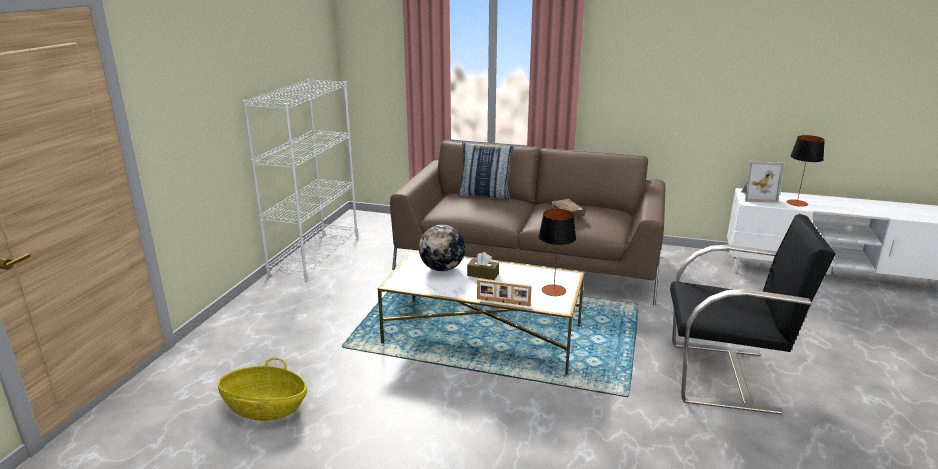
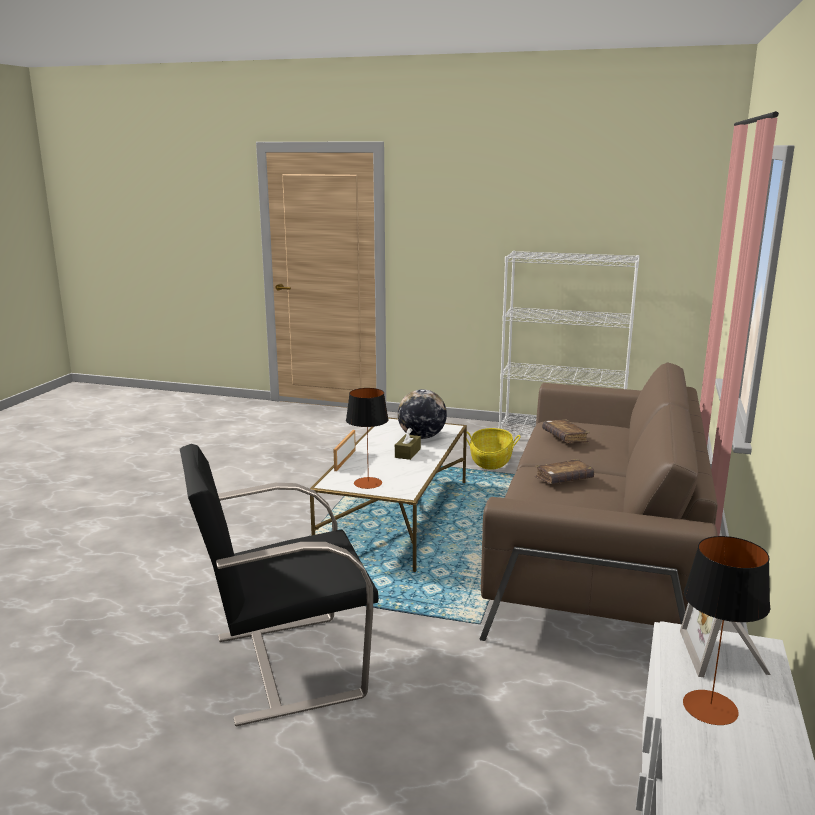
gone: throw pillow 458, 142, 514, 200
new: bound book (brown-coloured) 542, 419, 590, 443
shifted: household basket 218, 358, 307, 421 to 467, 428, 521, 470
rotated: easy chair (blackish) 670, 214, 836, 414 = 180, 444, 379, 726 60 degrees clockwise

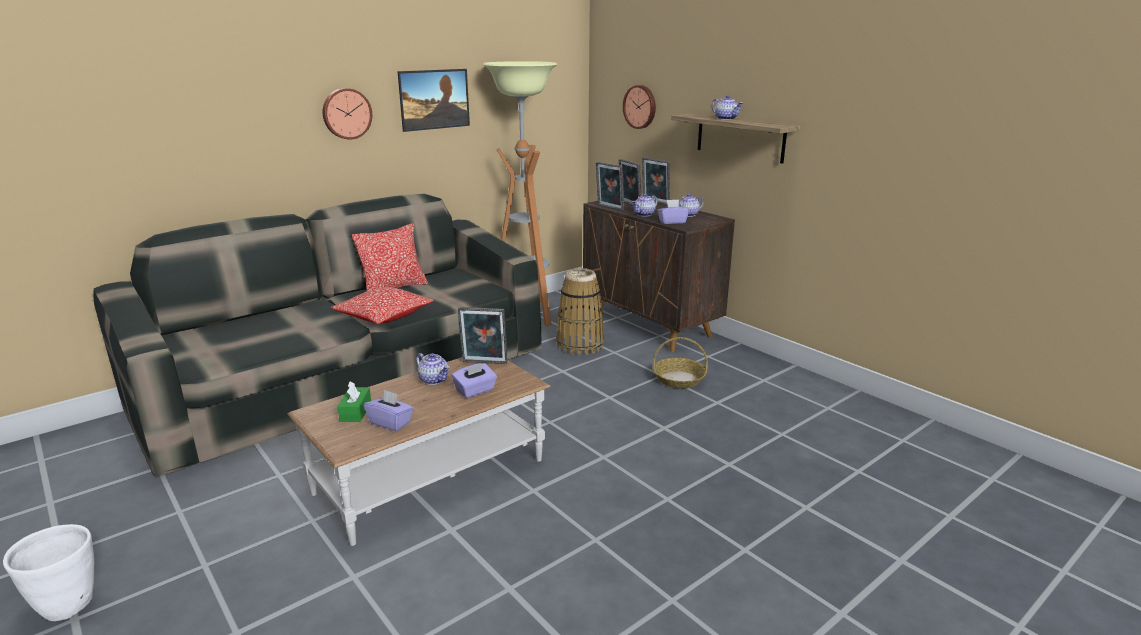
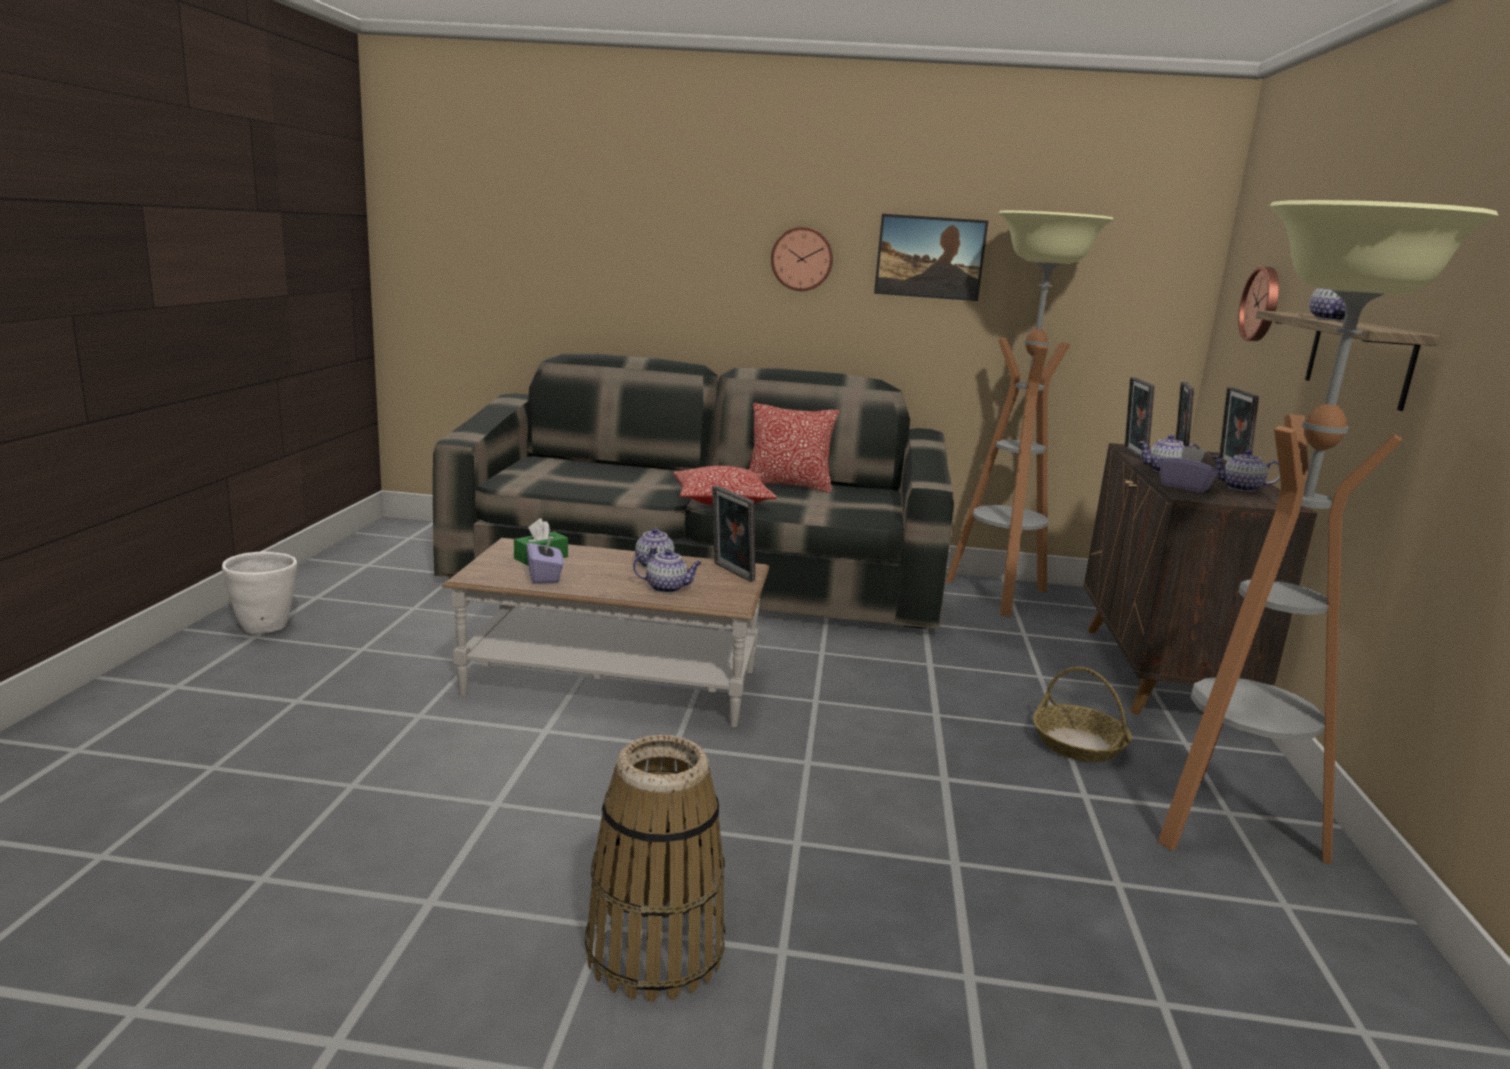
new: standard lamp 1158, 200, 1499, 864
shifted: household basket 556, 268, 604, 355 to 585, 735, 725, 1002
swapped: tissue box (purple) 452, 363, 497, 398 to pot for tea 633, 549, 702, 593

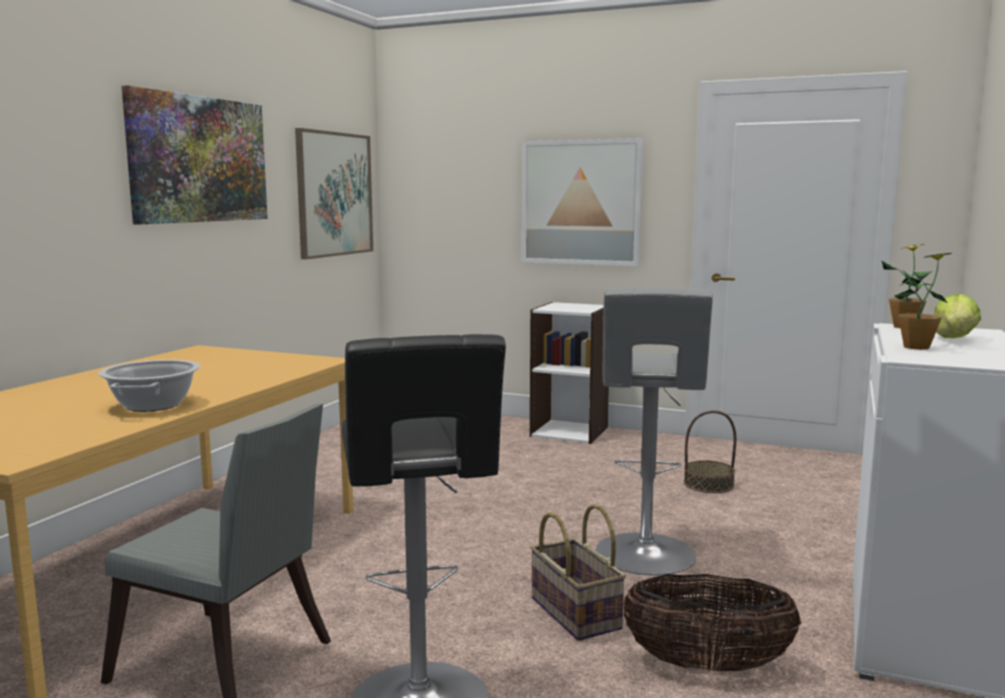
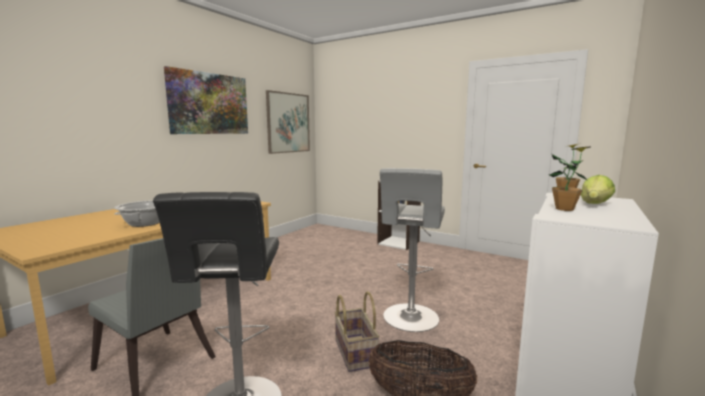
gone: wall art 521, 138, 643, 266; household basket 684, 410, 736, 493

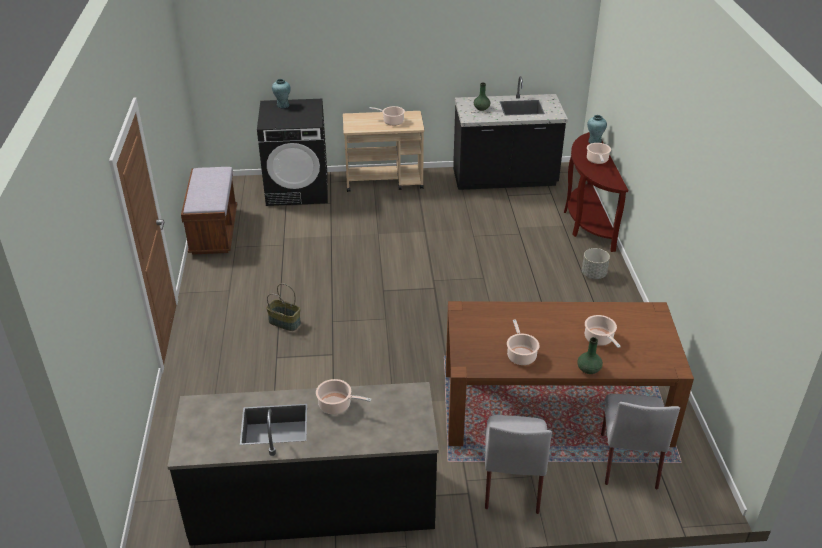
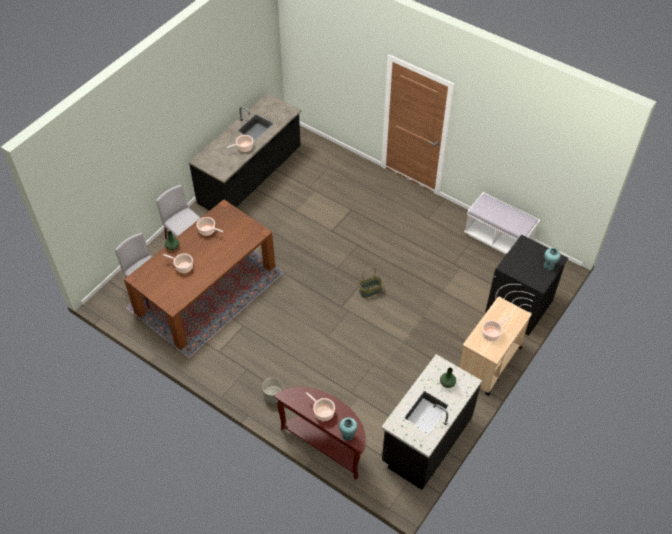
shifted: household basket 266, 283, 301, 331 to 359, 268, 383, 298
repainted: long seat (brown-coloured) 181, 167, 237, 255 to long seat (white-coloured) 464, 192, 540, 254

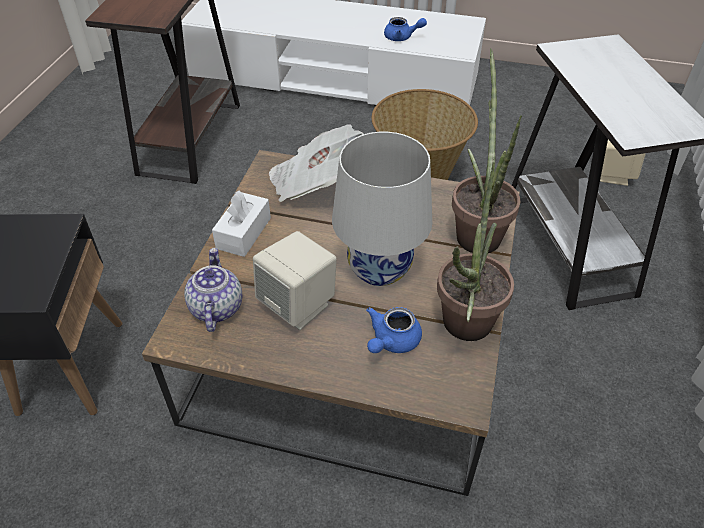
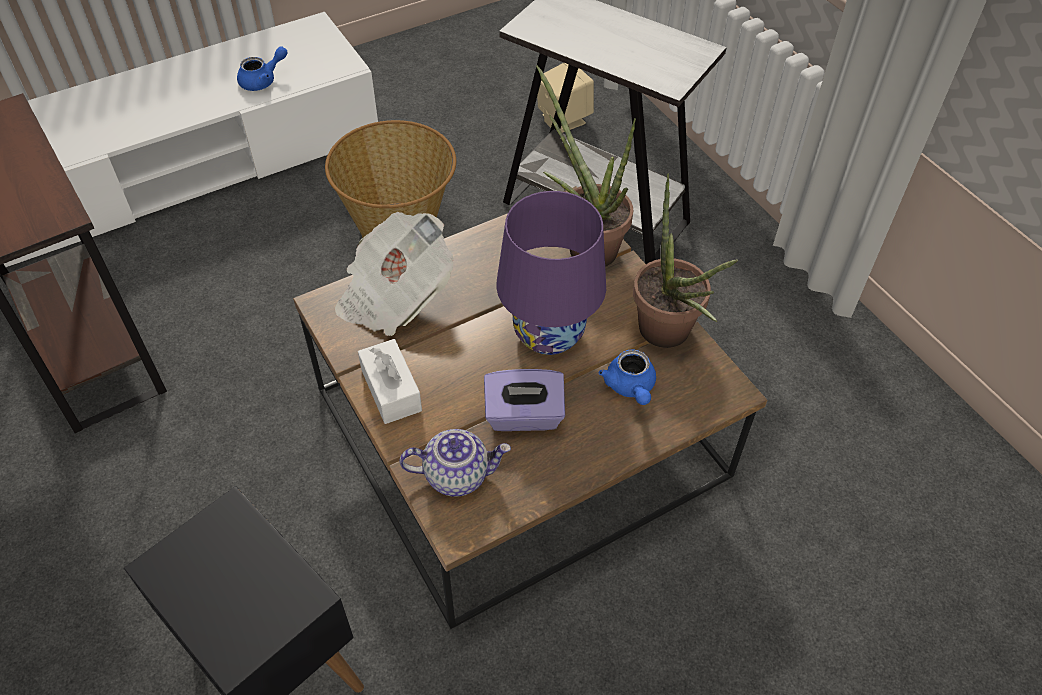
swapped: loudspeaker (sand-coloured) 253, 231, 337, 330 to tissue box (purple) 484, 369, 565, 431
repainted: tabletop lamp (white-coloured) 332, 132, 432, 286 to tabletop lamp (purple) 496, 191, 606, 355
rotated: pot for tea 184, 248, 242, 332 = 399, 429, 511, 497 135 degrees clockwise

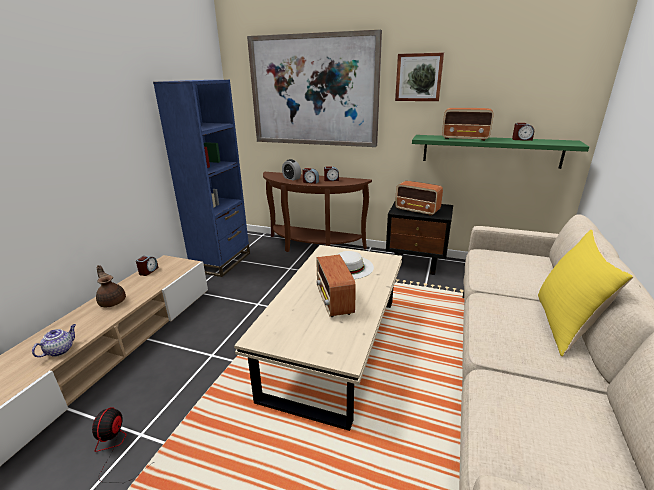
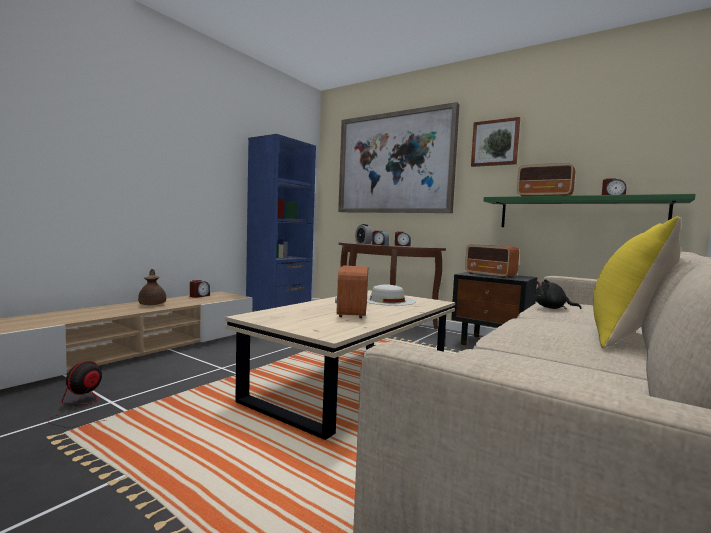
gone: pot for tea 32, 324, 76, 357
new: cuddly toy (blackish) 534, 279, 582, 309

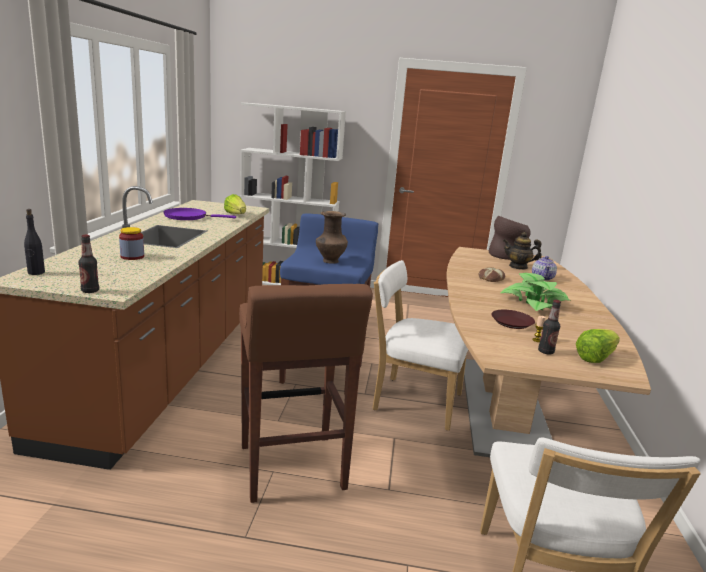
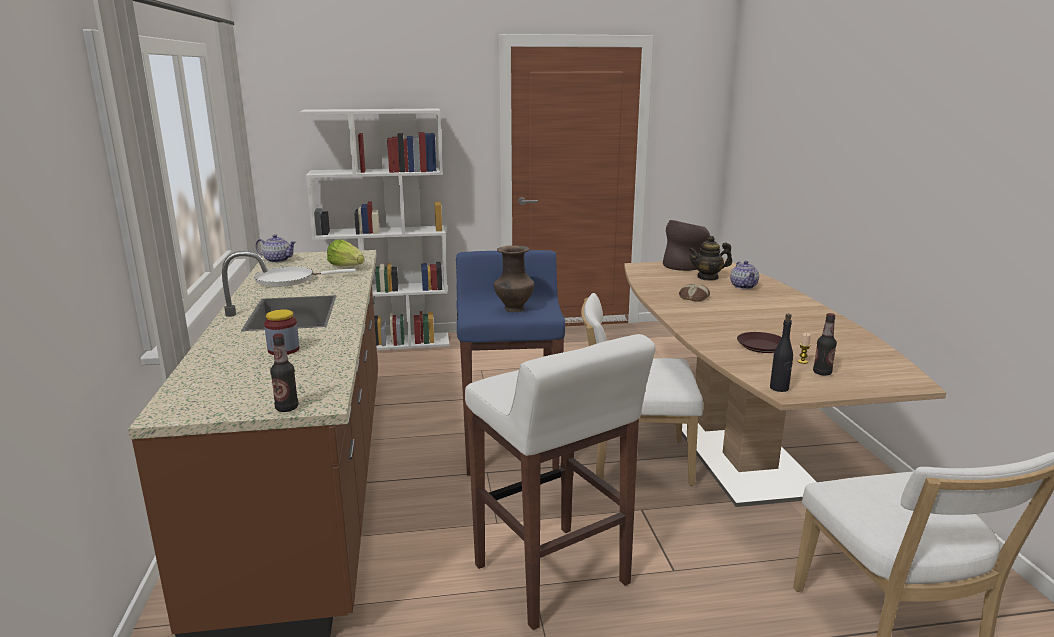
gone: houseplant 500, 273, 572, 311; head of lettuce 576, 329, 620, 363
new: pot for tea 256, 234, 296, 263
shifted: beverage bottle (blackish) 24, 209, 45, 275 to 770, 314, 793, 392
repainted: frying pan (purple) 163, 208, 236, 220 to frying pan (white-coloured) 254, 267, 356, 287; stool (brown-coloured) 239, 284, 373, 503 to stool (white-coloured) 465, 334, 656, 630

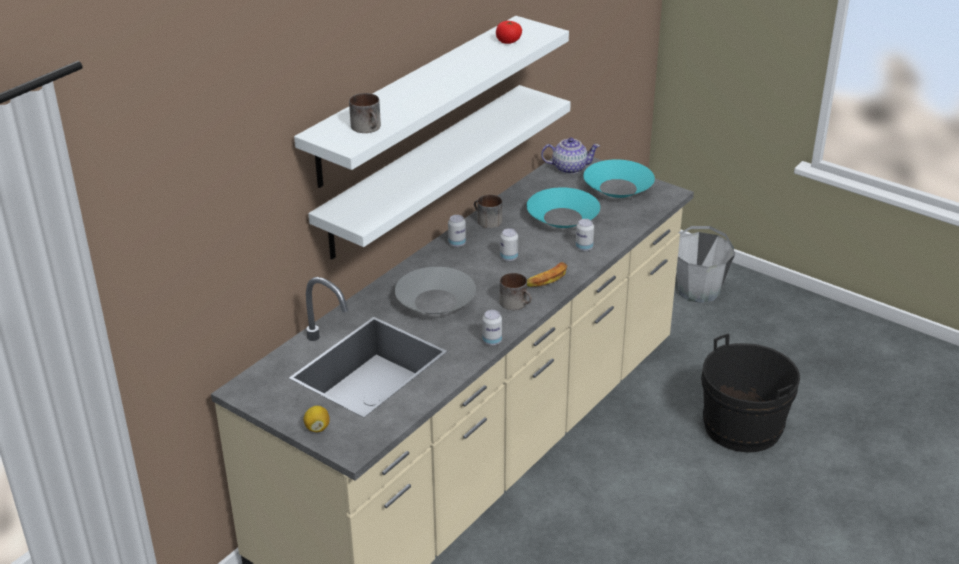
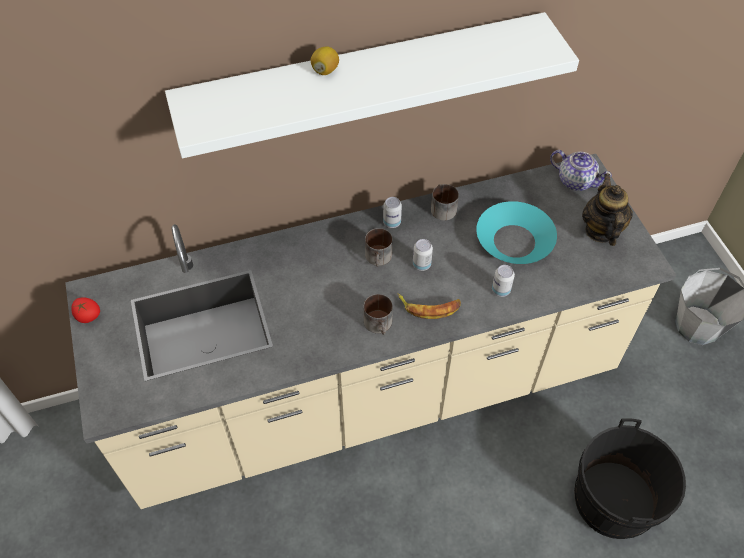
gone: wall shelf (white-coloured) 308, 85, 571, 259; bowl (greyish) 395, 267, 476, 314; can 482, 310, 502, 346
shifted: whole tomato 496, 21, 522, 44 to 71, 297, 100, 323; lemon 303, 406, 330, 432 to 311, 47, 339, 75; coffee mug 349, 93, 381, 133 to 365, 228, 393, 267
swapped: bowl (blue-green) 583, 159, 655, 198 to pot for tea 582, 174, 633, 246

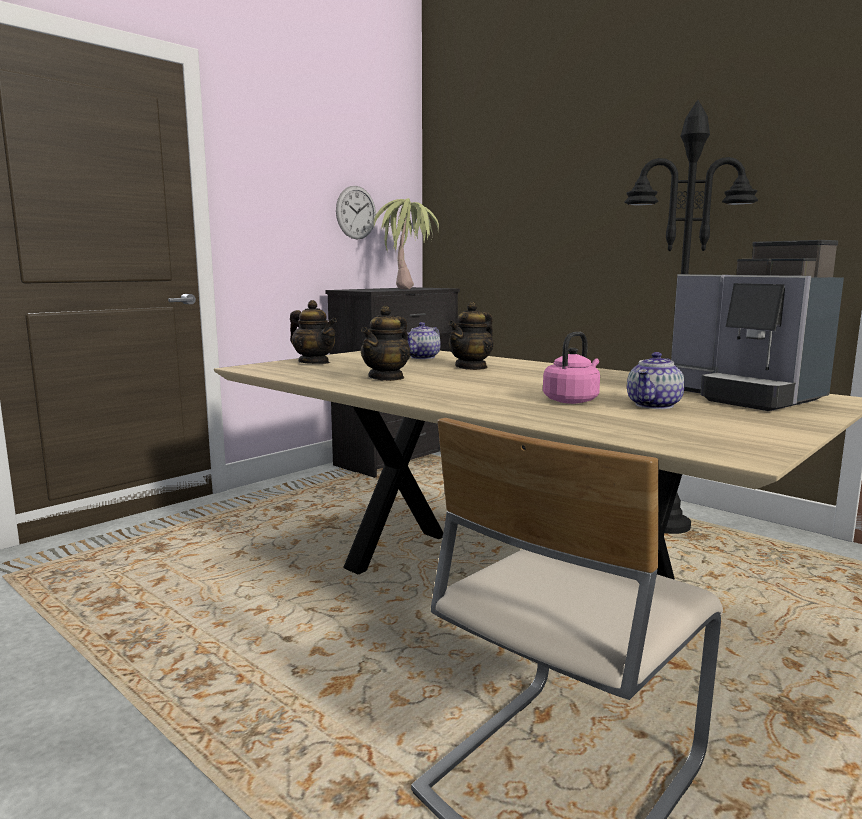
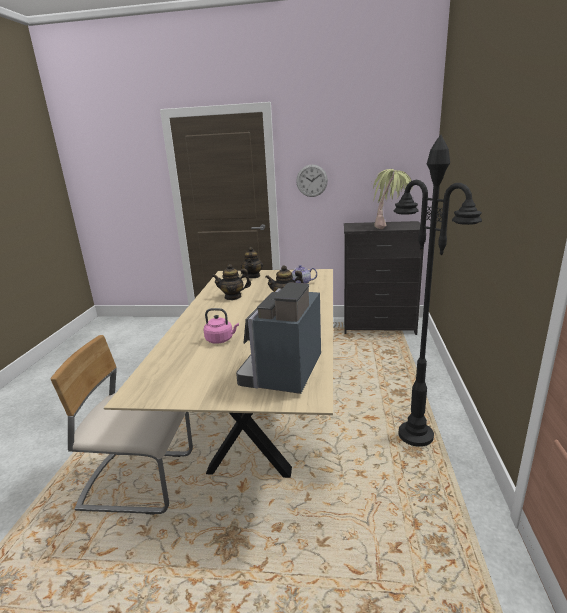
gone: pot for tea 627, 352, 685, 409
shifted: wall clock 336, 186, 376, 239 to 296, 164, 328, 197

